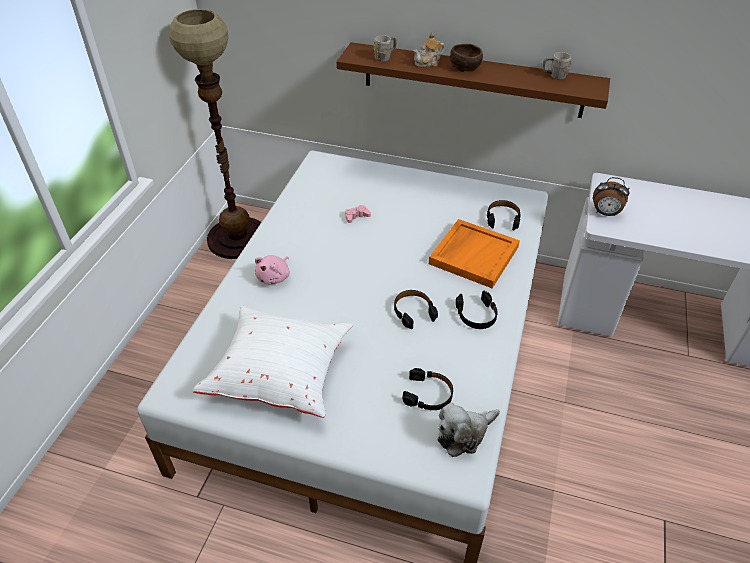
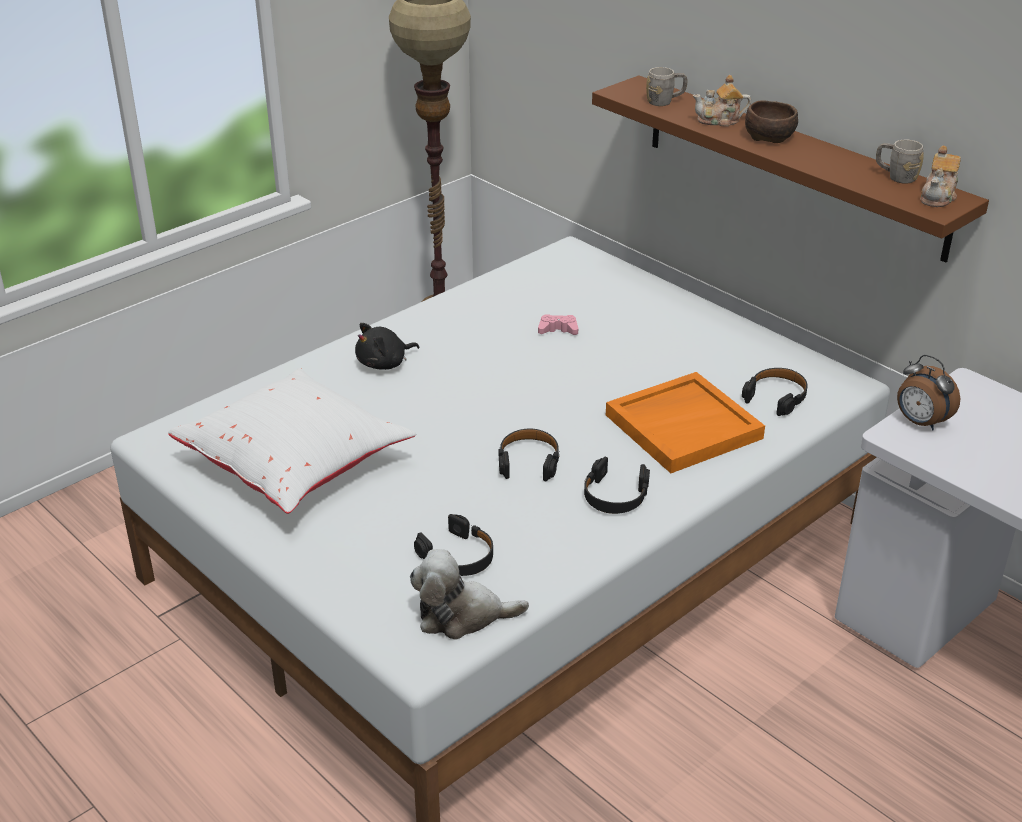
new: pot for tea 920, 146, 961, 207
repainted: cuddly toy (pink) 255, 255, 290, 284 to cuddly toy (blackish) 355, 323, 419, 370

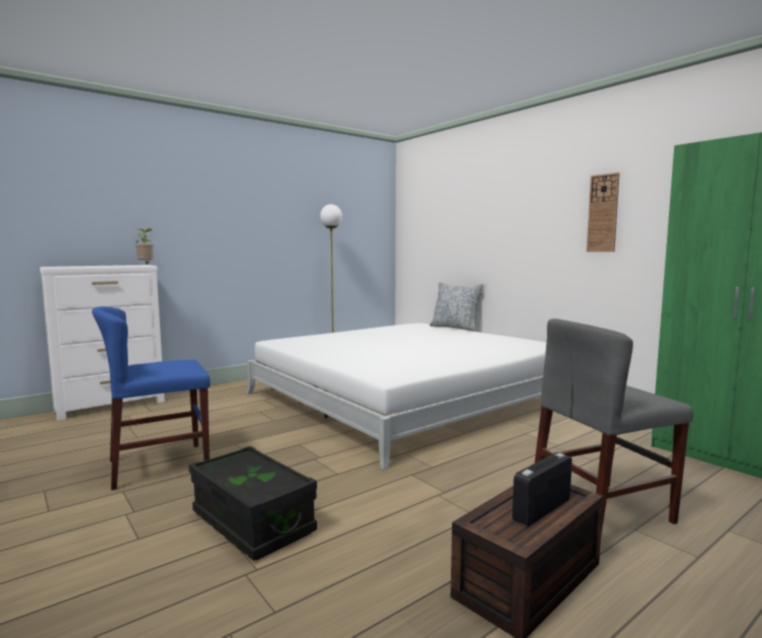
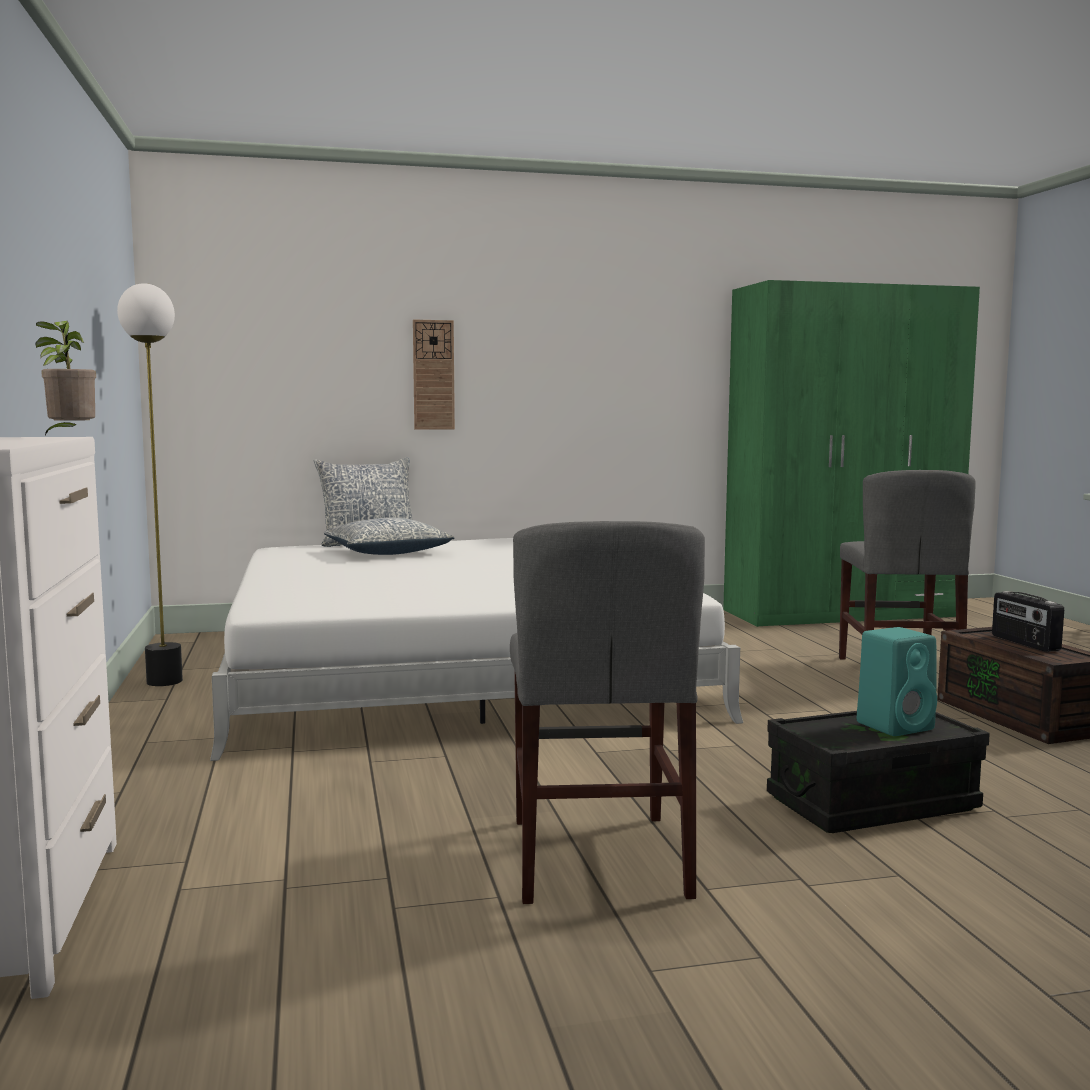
new: throw pillow 324, 518, 455, 555; loudspeaker (blue-green) 857, 627, 937, 736
shifted: wall clock 587, 172, 620, 252 to 413, 320, 455, 430
repainted: chair (bluish) 92, 307, 210, 490 to chair (greyish) 510, 521, 705, 904

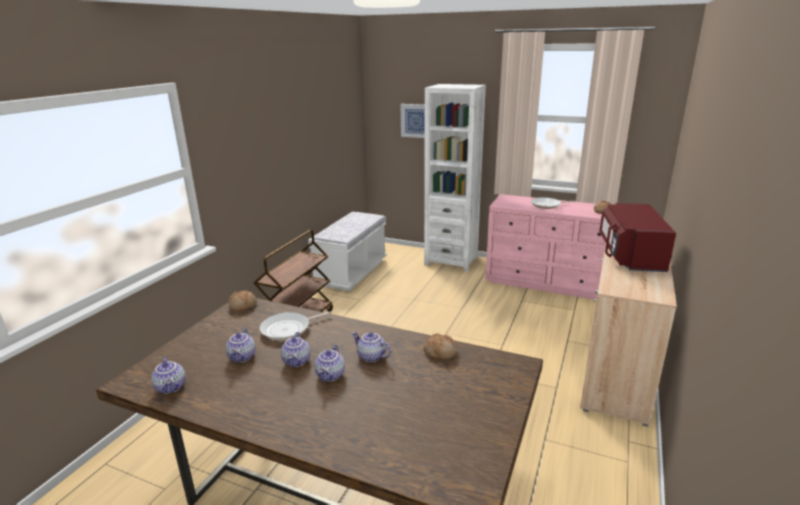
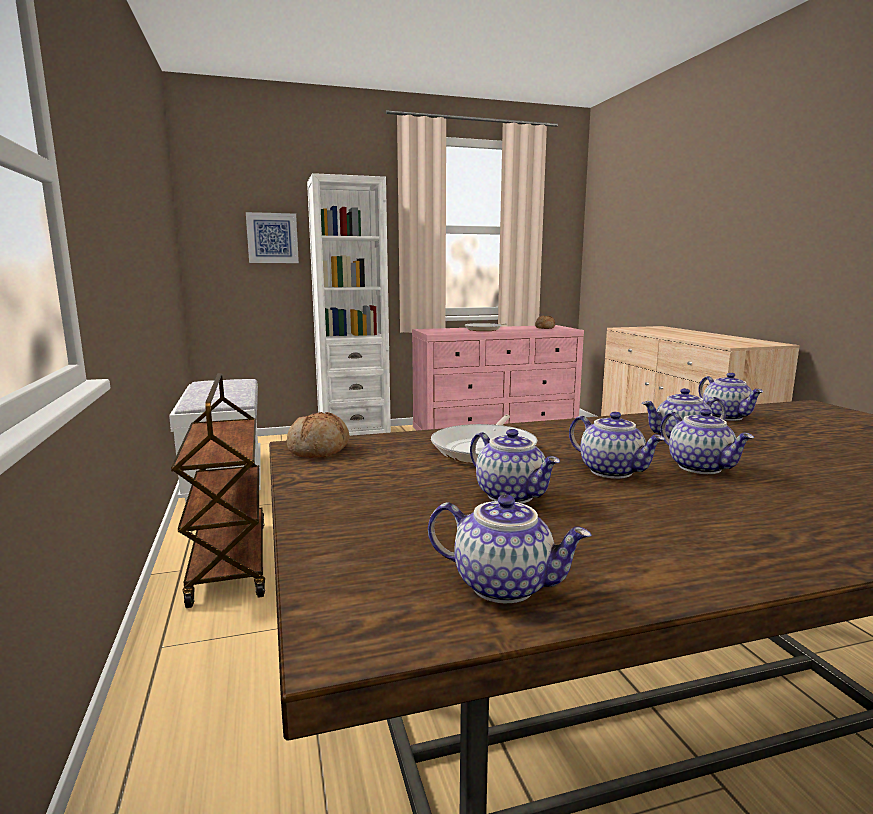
gone: microwave (red) 600, 203, 676, 272
swapped: bread 423, 333, 457, 359 to pot for tea 699, 373, 763, 421

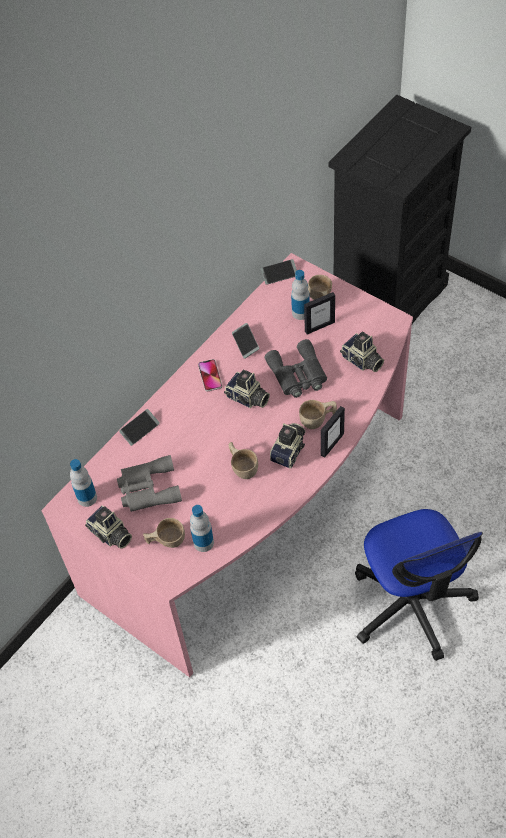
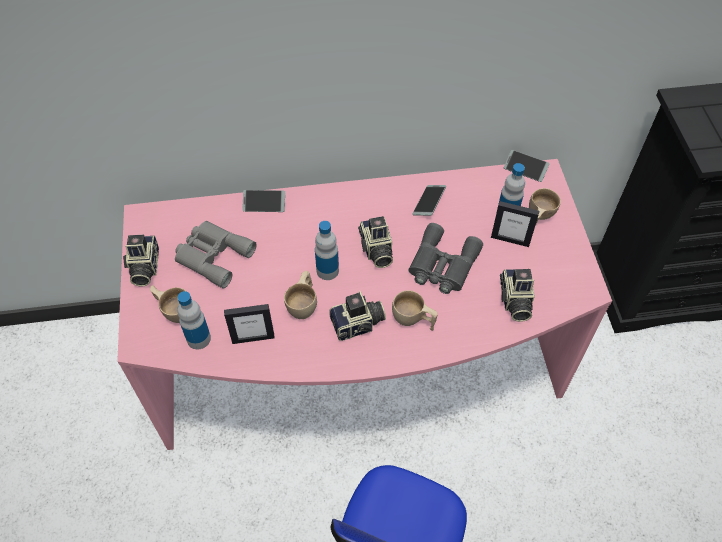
gone: telephone 198, 359, 222, 392
shifted: standing frame 320, 406, 345, 458 to 224, 304, 275, 344; beverage bottle 70, 459, 97, 507 to 315, 221, 339, 280

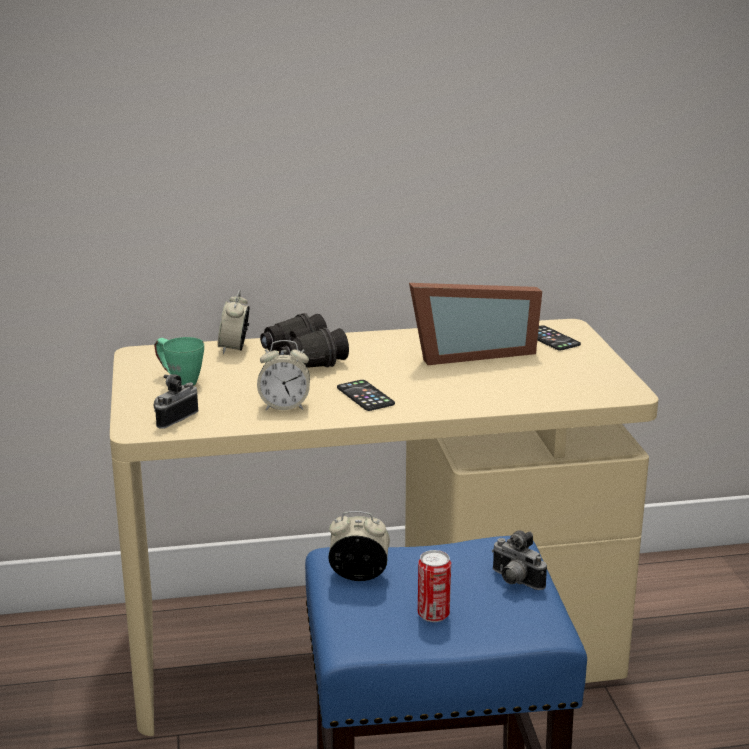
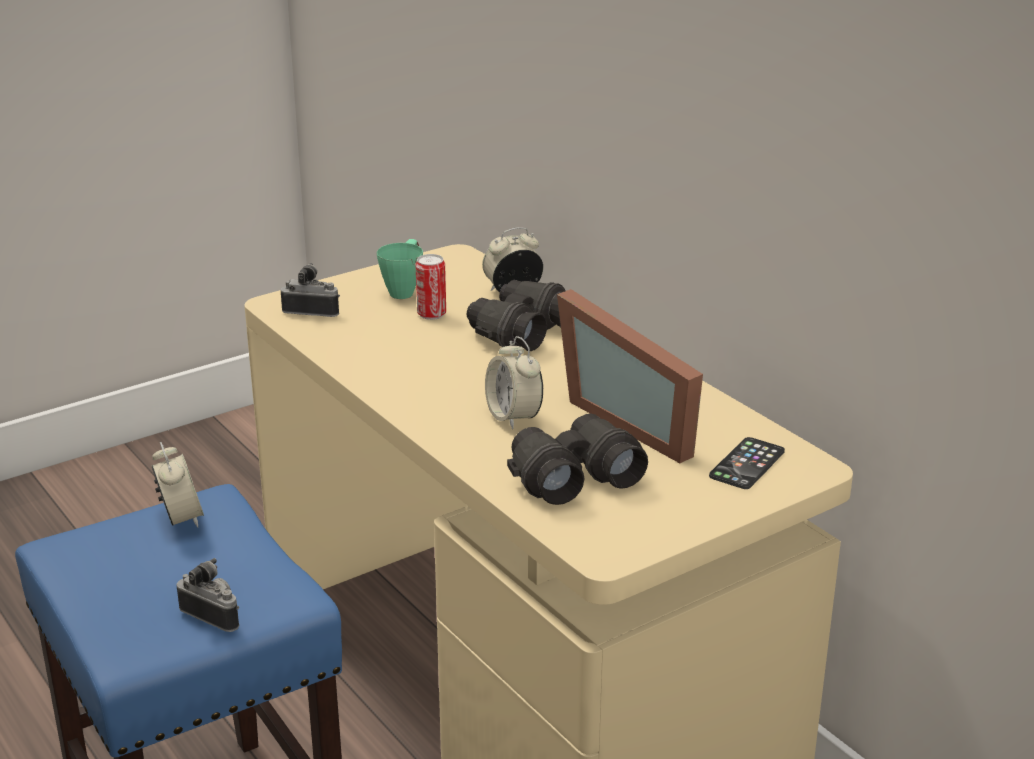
gone: telephone 337, 380, 395, 411
new: field glasses (blackish) 507, 414, 648, 505
shifted: can 418, 550, 451, 622 to 416, 254, 446, 320; table clock 257, 340, 310, 410 to 485, 336, 543, 429
rotated: still camera 492, 530, 547, 590 = 177, 558, 239, 632 105 degrees clockwise

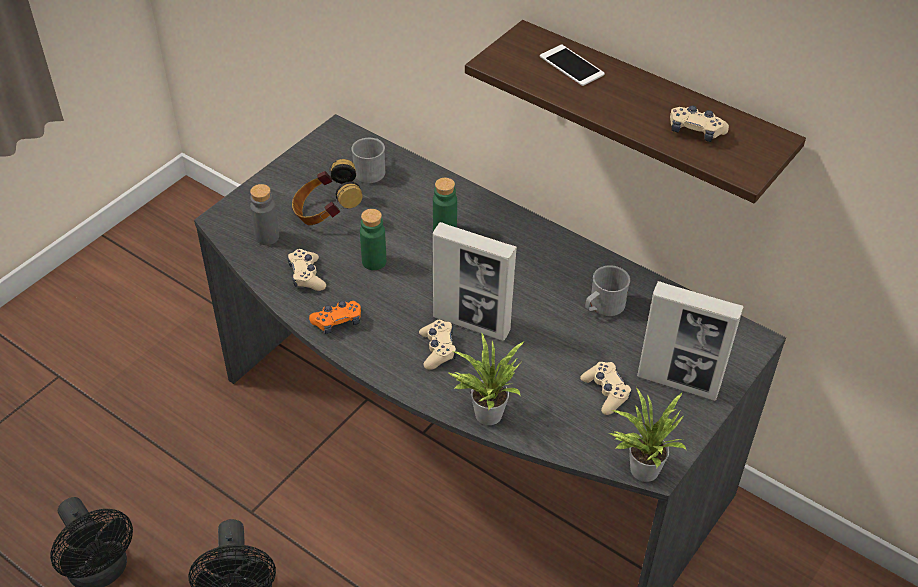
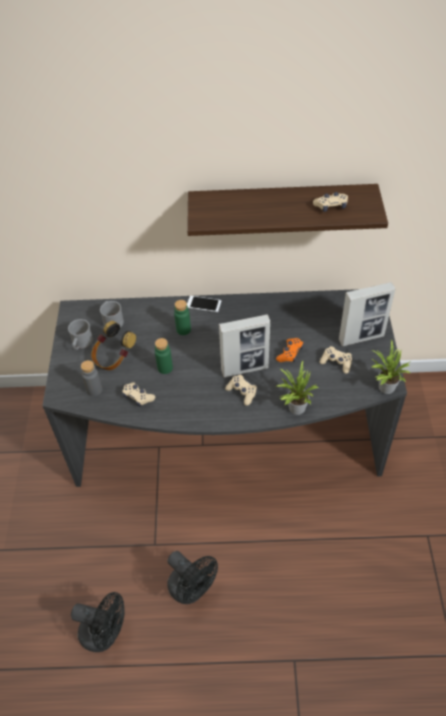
shifted: coffee mug (greyish) 585, 265, 630, 316 to 68, 319, 93, 350; telephone 540, 45, 605, 86 to 187, 296, 221, 312; game controller (orange-coloured) 309, 301, 361, 334 to 276, 338, 304, 362

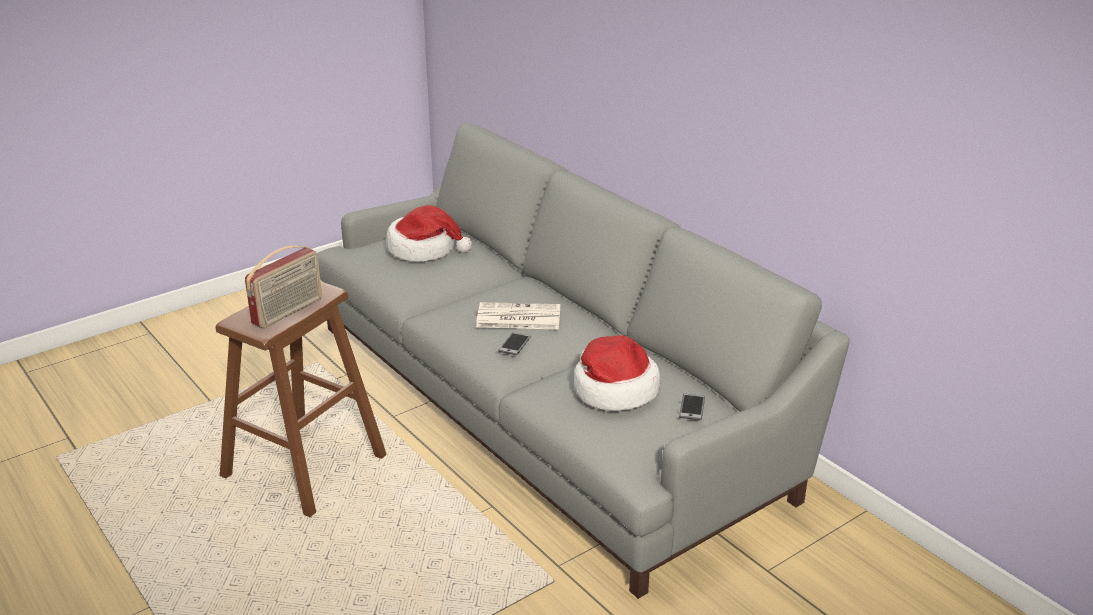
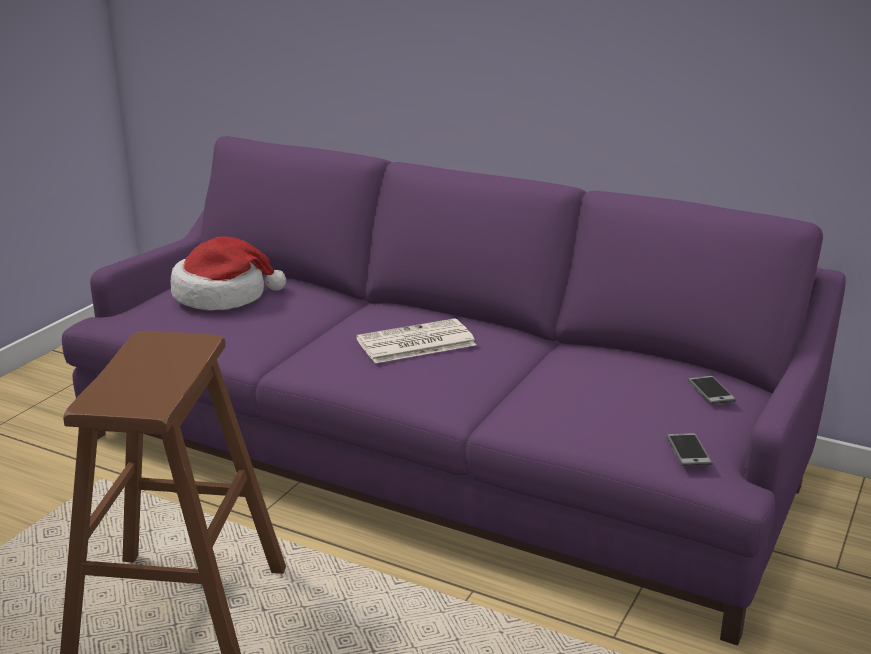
gone: radio 245, 246, 322, 328; hat 574, 335, 660, 411
shifted: telephone 498, 332, 531, 355 to 666, 433, 712, 466
repainted: settee (greyish) 317, 123, 850, 599 to settee (purple) 62, 136, 846, 645

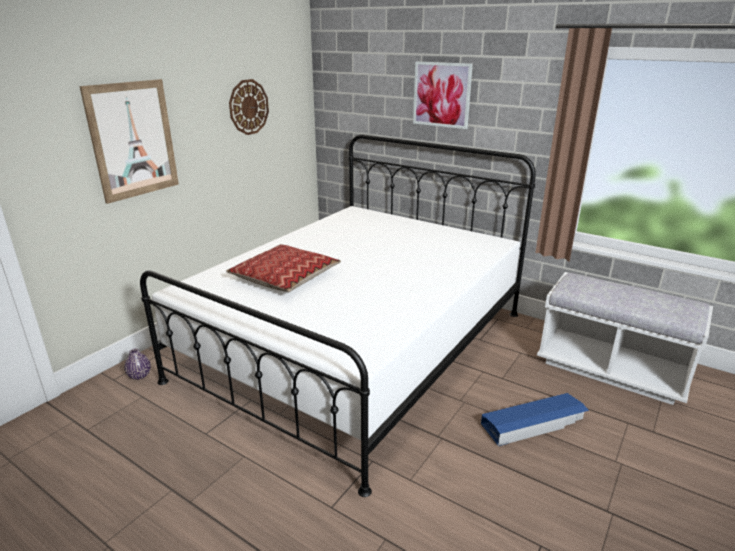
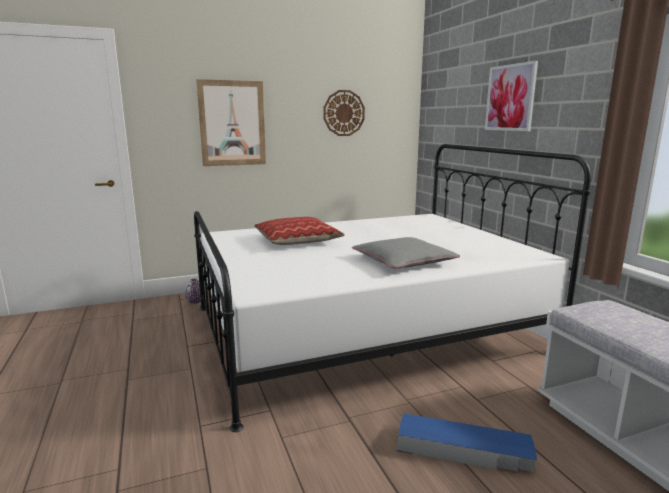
new: throw pillow (greyish) 352, 237, 460, 268

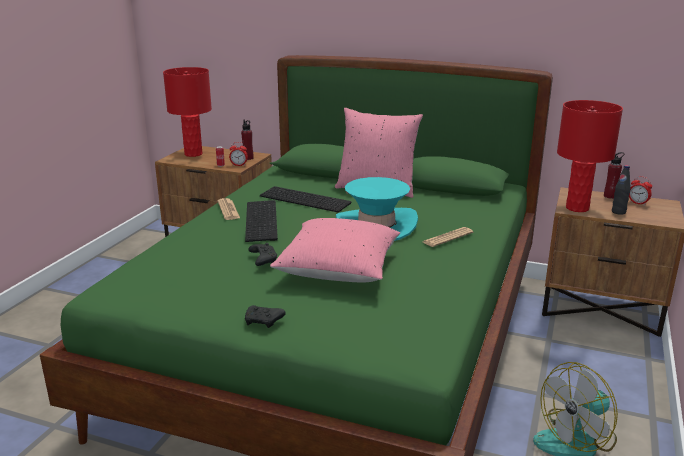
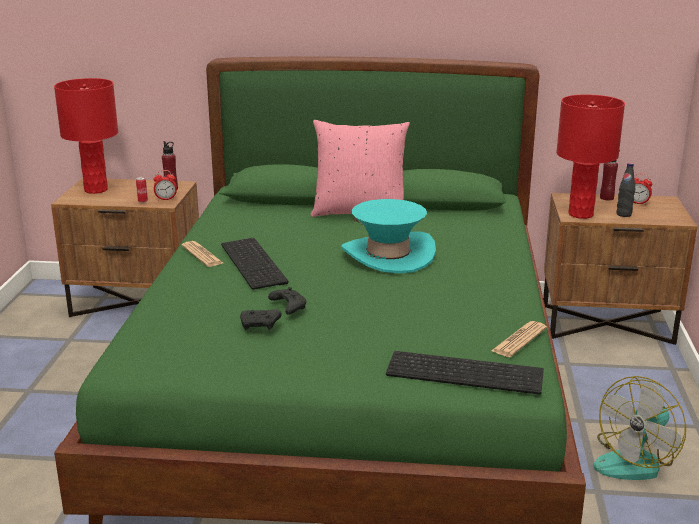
gone: throw pillow (pink) 270, 218, 400, 282
shifted: game controller (blackish) 245, 305, 286, 328 to 240, 310, 282, 330; computer keyboard 260, 186, 352, 212 to 386, 351, 544, 395; daily paper 423, 227, 473, 247 to 491, 321, 547, 357

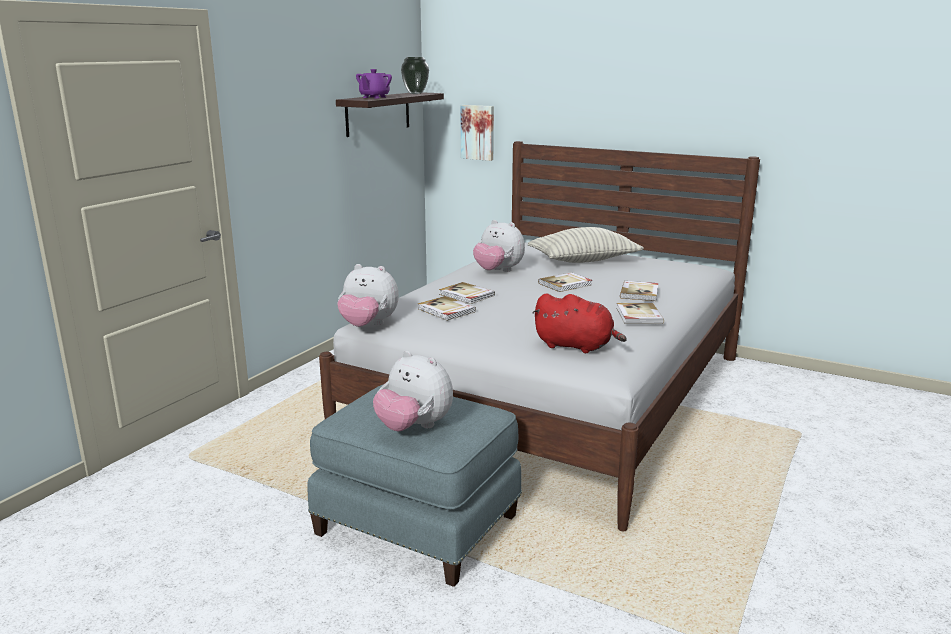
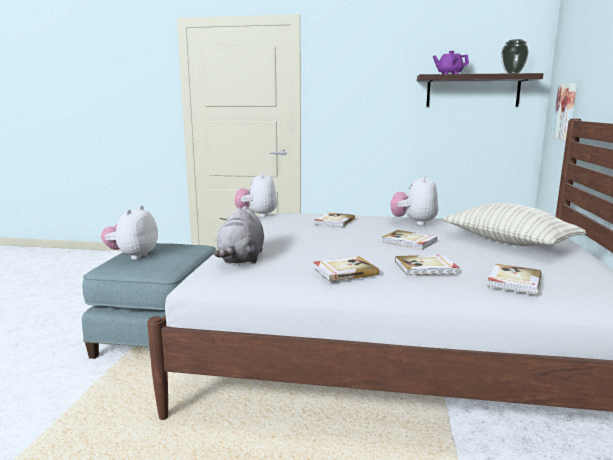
shifted: bound book 418, 296, 476, 321 to 487, 263, 541, 294
repainted: cuddly toy (red) 532, 293, 627, 353 to cuddly toy (greyish) 213, 206, 264, 264

